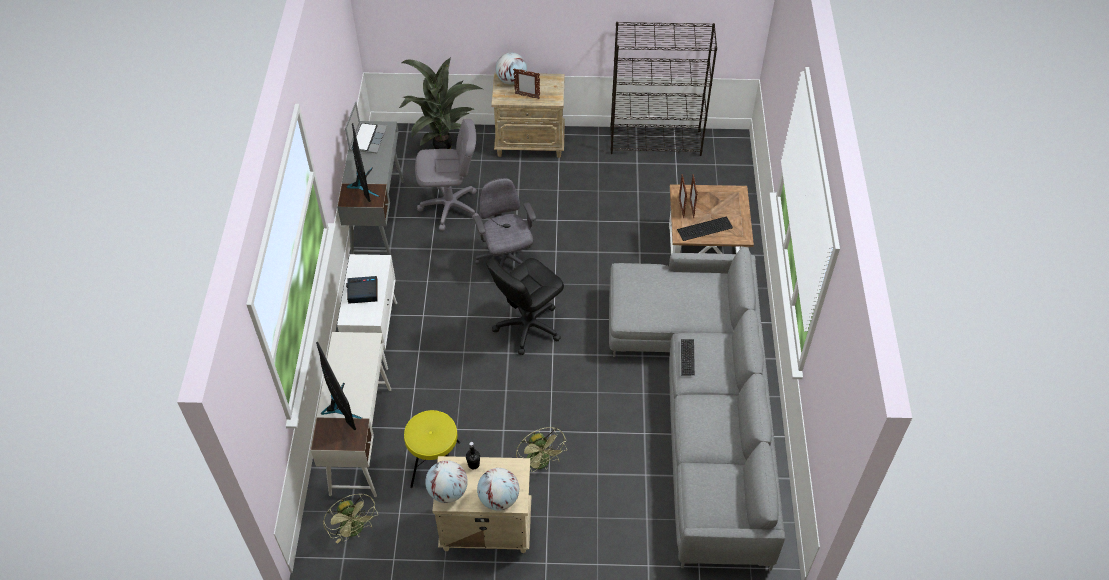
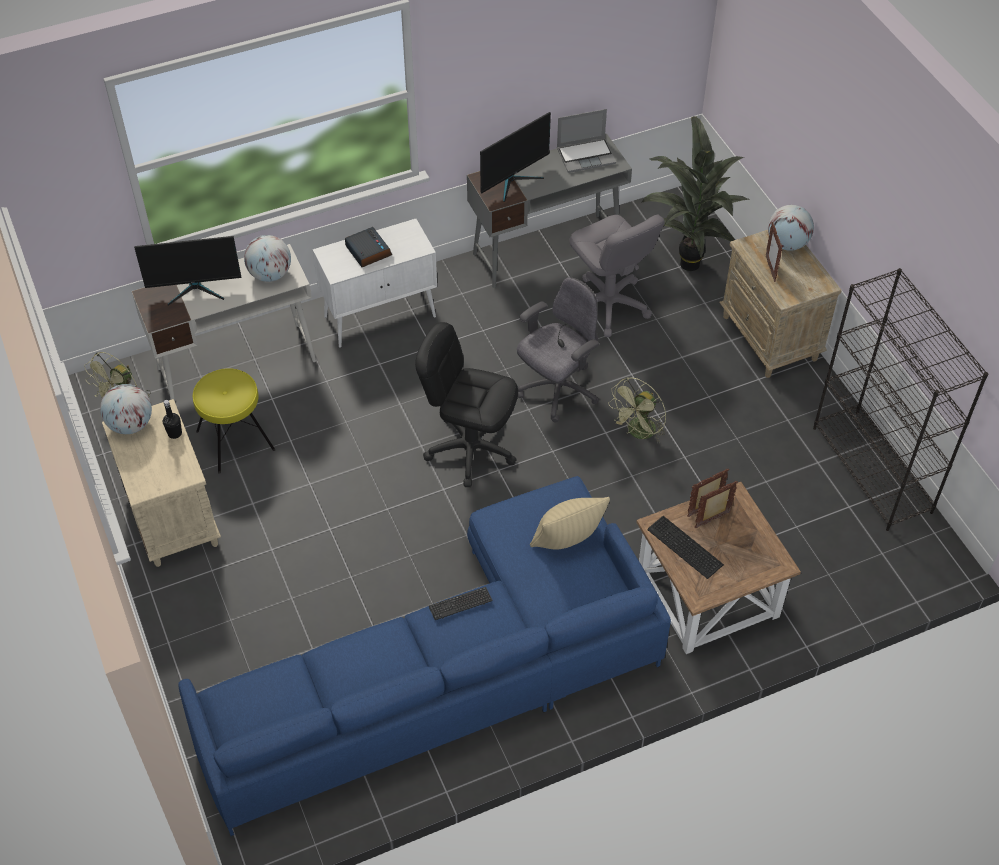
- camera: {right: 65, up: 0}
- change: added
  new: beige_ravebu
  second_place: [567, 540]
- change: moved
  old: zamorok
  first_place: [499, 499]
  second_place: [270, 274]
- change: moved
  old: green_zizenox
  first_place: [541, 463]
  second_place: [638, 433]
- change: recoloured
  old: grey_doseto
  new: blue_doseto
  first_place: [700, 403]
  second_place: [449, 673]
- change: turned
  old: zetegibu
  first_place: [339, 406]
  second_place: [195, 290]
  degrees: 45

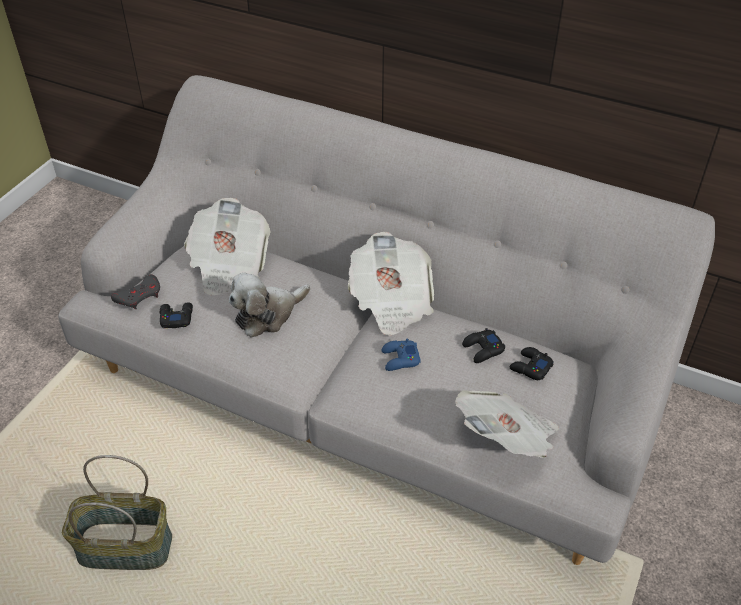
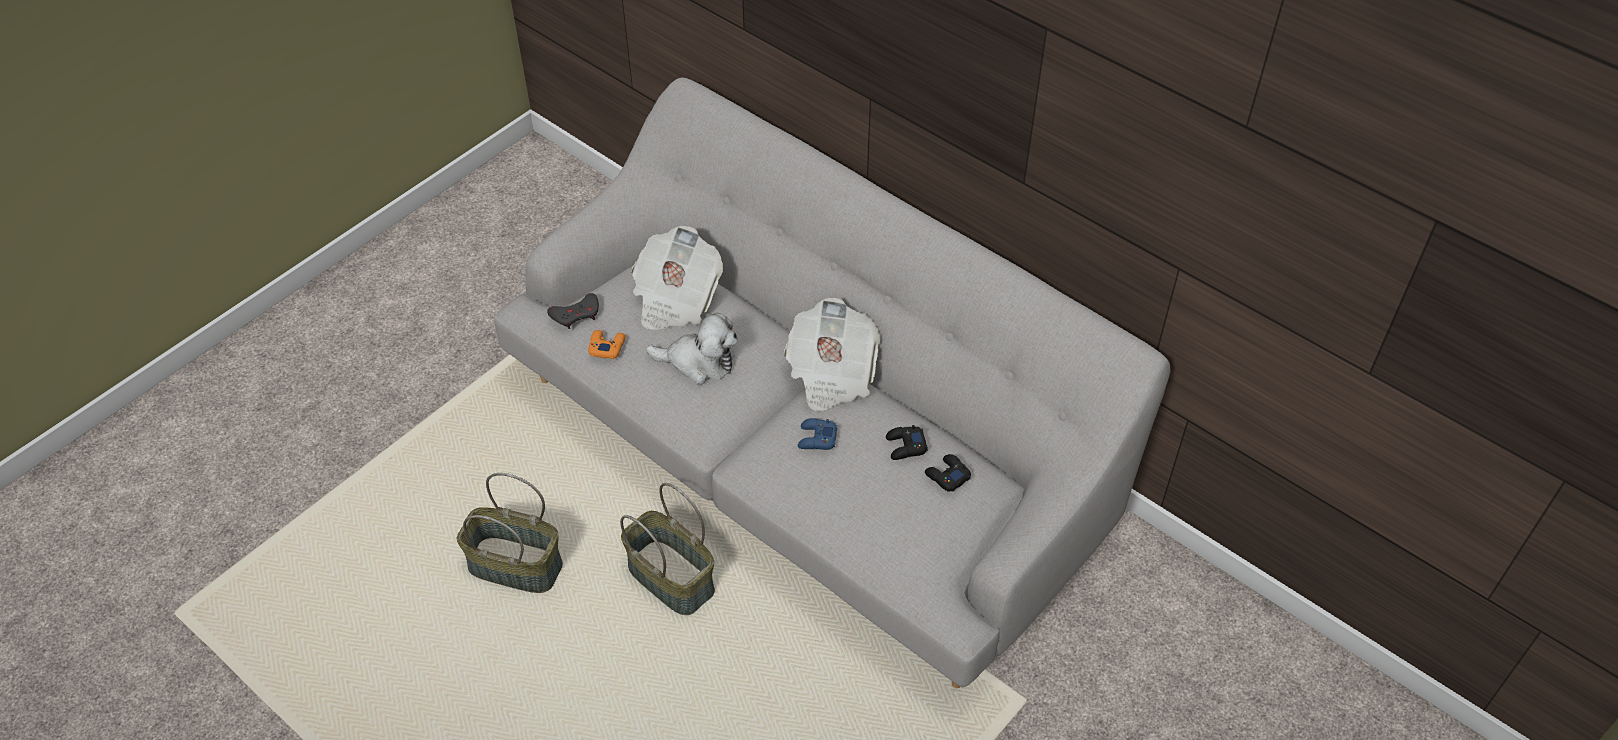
- camera: {right: 15, up: 5}
- change: removed
  old: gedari
  first_place: [507, 439]
- change: added
  new: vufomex
  second_place: [672, 578]
- change: recoloured
  old: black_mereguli
  new: orange_mereguli
  first_place: [176, 318]
  second_place: [606, 346]
- change: turned
  old: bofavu
  first_place: [268, 314]
  second_place: [699, 362]
  degrees: -150

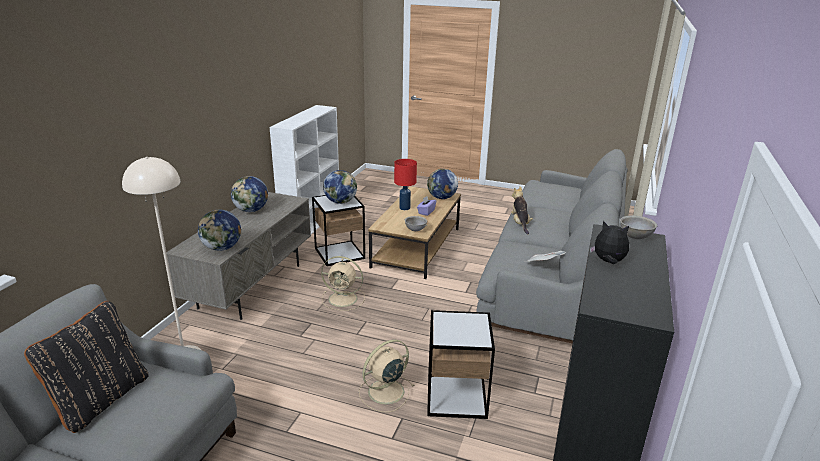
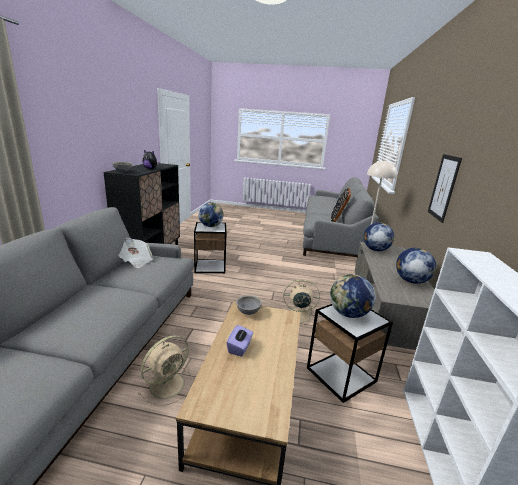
- camera: {right: 170, up: -5}
- change: removed
  old: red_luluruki
  first_place: [405, 208]
- change: removed
  old: bofavu
  first_place: [520, 224]
- change: added
  new: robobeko
  second_place: [443, 187]
- change: moved
  old: beige_zizenox
  first_place: [384, 392]
  second_place: [168, 384]
- change: moved
  old: zamorok
  first_place: [441, 198]
  second_place: [210, 226]

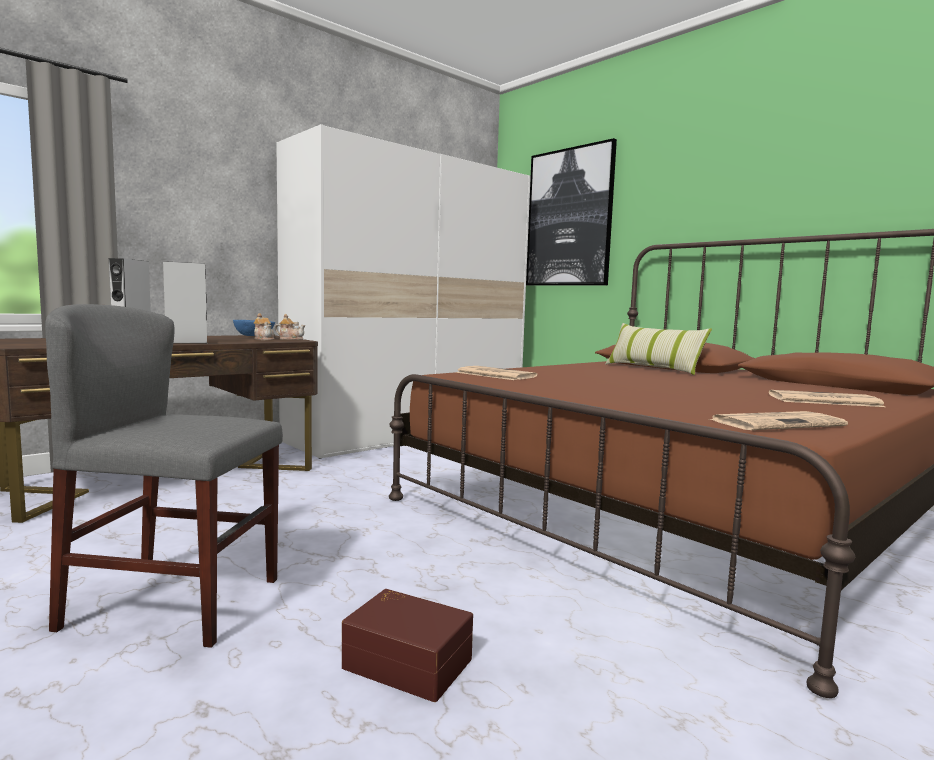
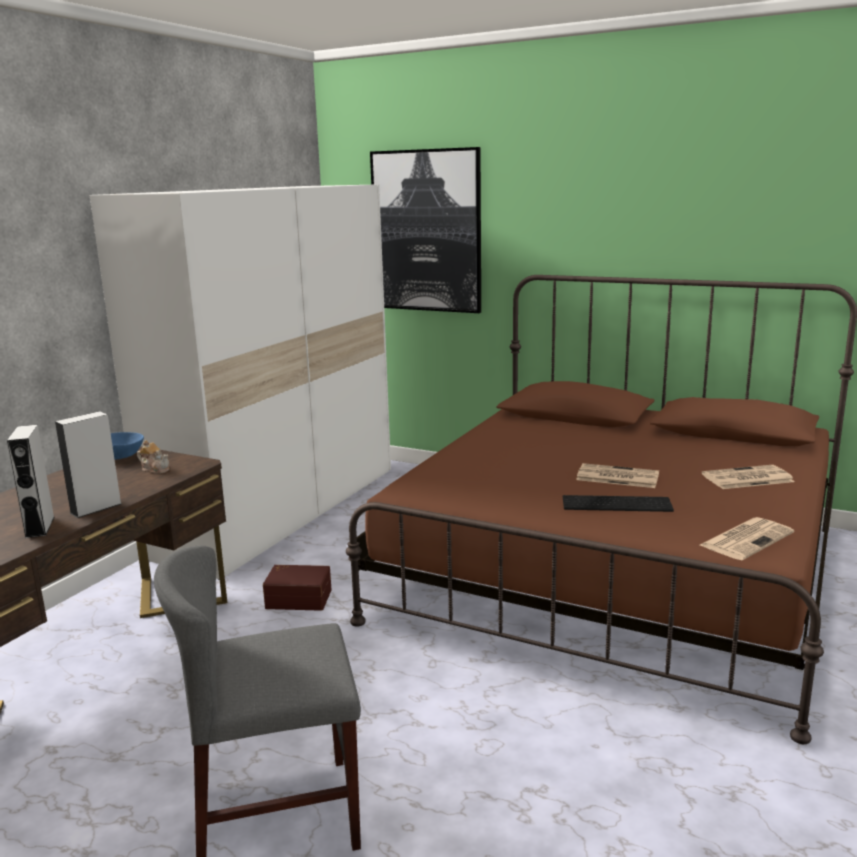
- camera: {right: -20, up: 10}
- change: removed
  old: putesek
  first_place: [290, 339]
- change: removed
  old: ravebu
  first_place: [653, 369]
- change: added
  new: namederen
  second_place: [617, 503]
- change: moved
  old: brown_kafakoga
  first_place: [409, 662]
  second_place: [299, 598]
- change: moved
  old: gedari
  first_place: [494, 374]
  second_place: [616, 477]

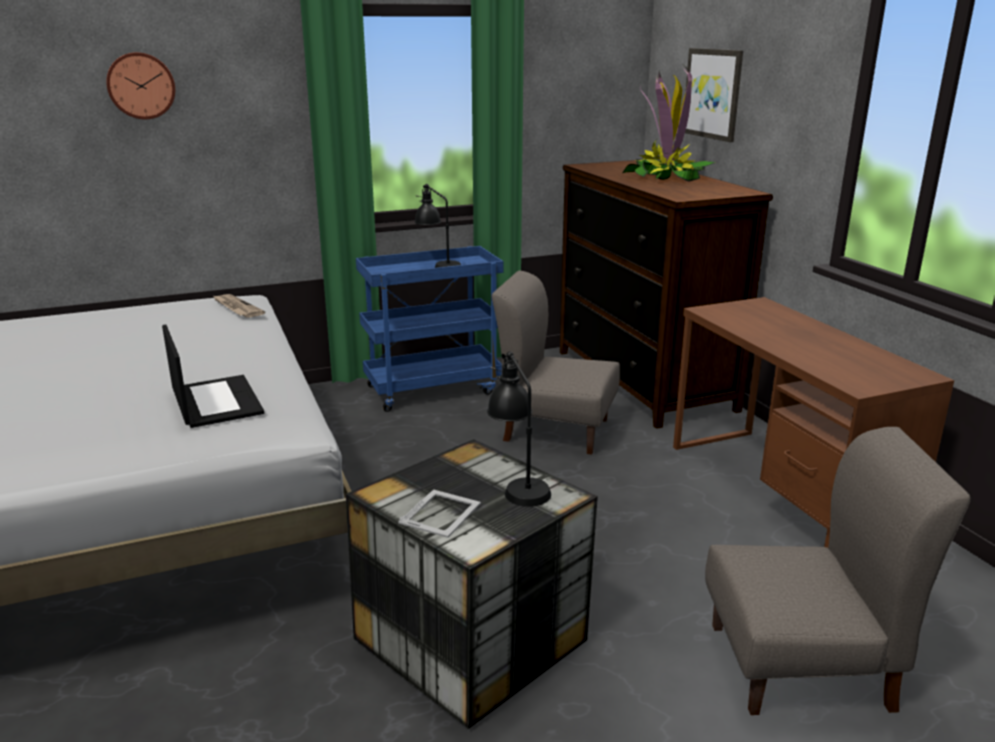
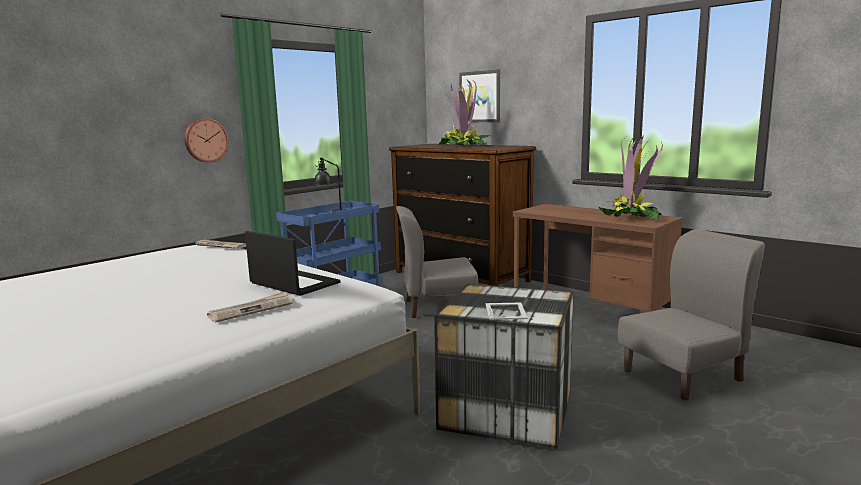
- camera: {right: -25, up: -10}
- change: removed
  old: black_luluruki
  first_place: [517, 484]
- change: added
  new: gedari
  second_place: [251, 310]
- change: added
  new: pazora
  second_place: [630, 217]
- change: moved
  old: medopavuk
  first_place: [141, 85]
  second_place: [205, 140]

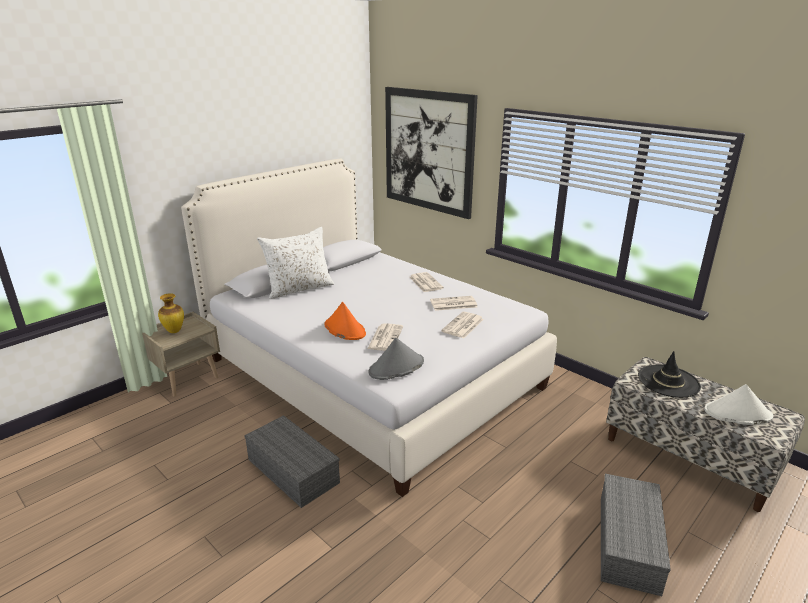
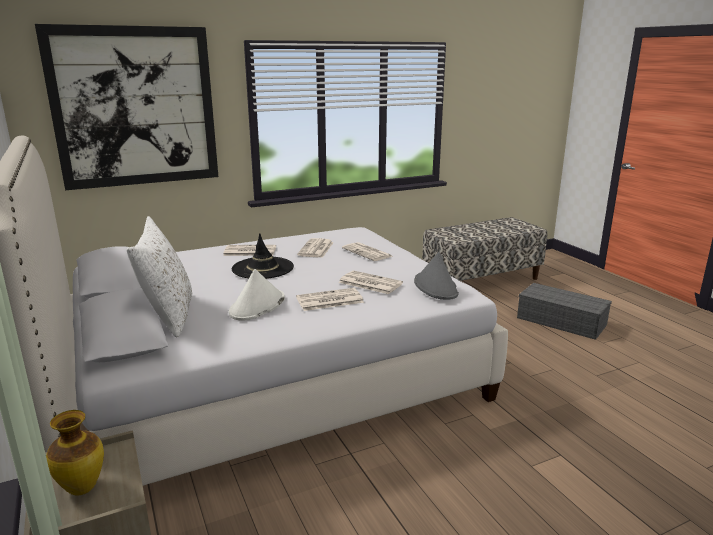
- camera: {right: -70, up: -5}
- change: removed
  old: grey_kafakoga
  first_place: [291, 470]
- change: moved
  old: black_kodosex
  first_place: [668, 381]
  second_place: [263, 268]
- change: moved
  old: white_kodosex
  first_place: [737, 413]
  second_place: [257, 306]
- change: replaced
  old: orange_kodosex
  new: gedari
  first_place: [344, 329]
  second_place: [329, 300]

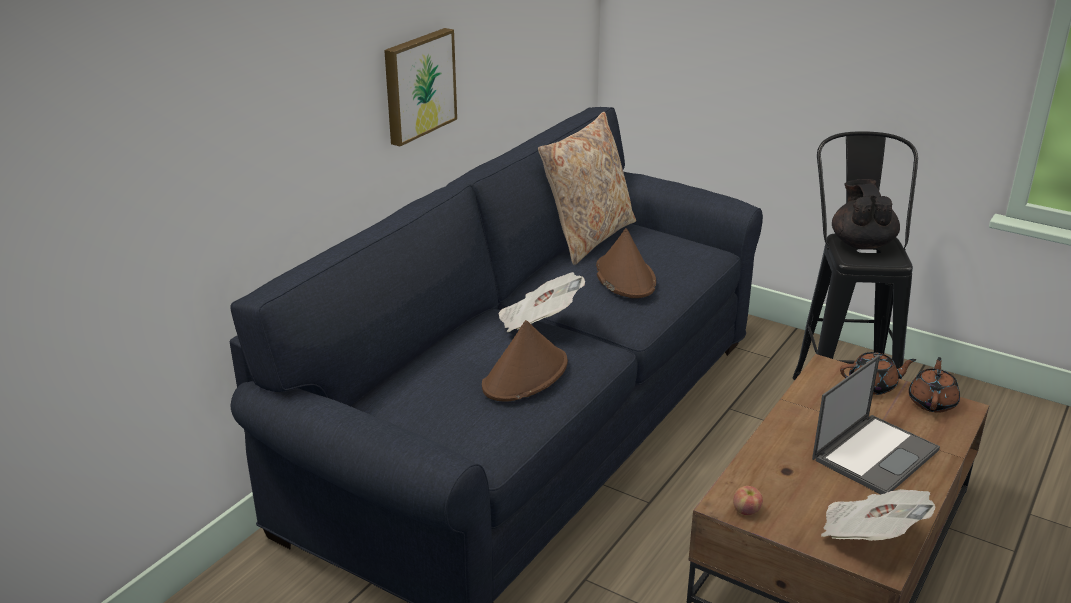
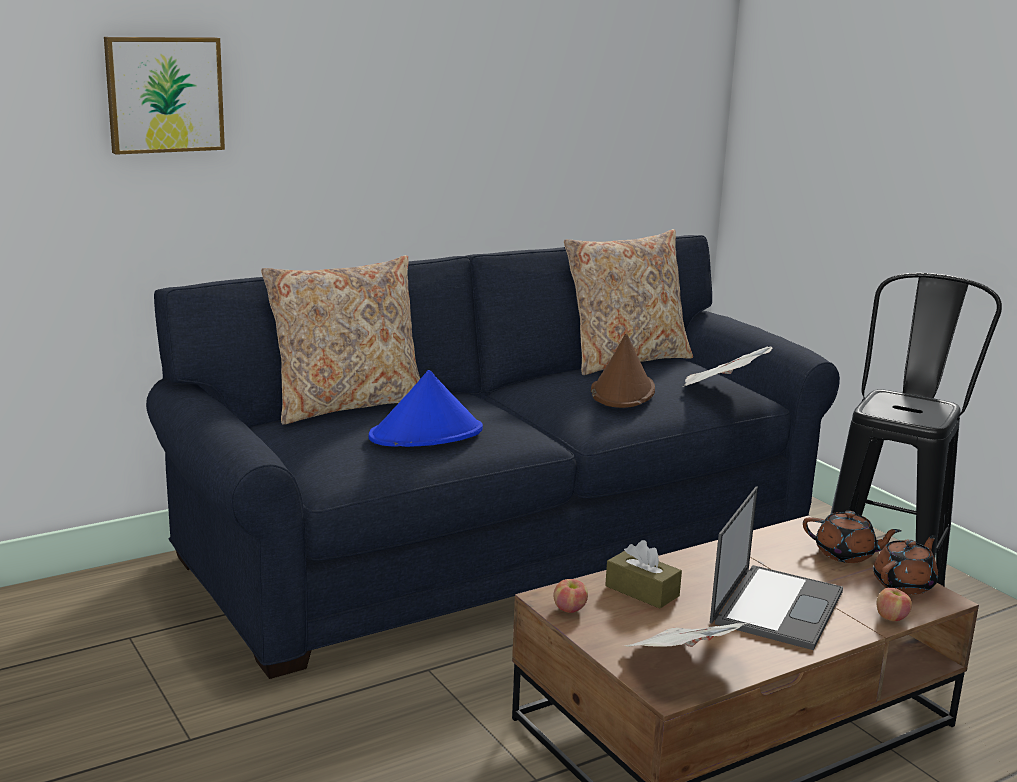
- camera: {right: 25, up: -10}
- change: removed
  old: black_putesek
  first_place: [861, 243]
- change: added
  new: beige_ravebu
  second_place: [347, 405]
- change: added
  new: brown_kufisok
  second_place: [642, 591]
- change: added
  new: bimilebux
  second_place: [891, 618]
- change: moved
  old: robobeko
  first_place: [418, 85]
  second_place: [164, 94]
- change: moved
  old: gedari
  first_place: [539, 322]
  second_place: [722, 389]
- change: recoloured
  old: brown_kodosex
  new: blue_kodosex
  first_place: [525, 375]
  second_place: [426, 434]
- change: turned
  old: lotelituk
  first_place: [875, 453]
  second_place: [777, 606]
  degrees: -45

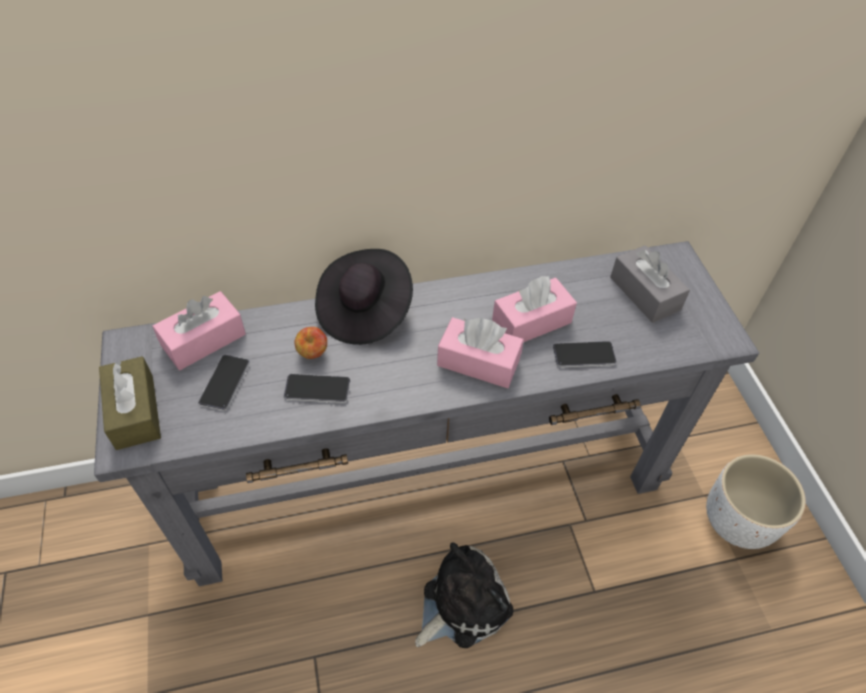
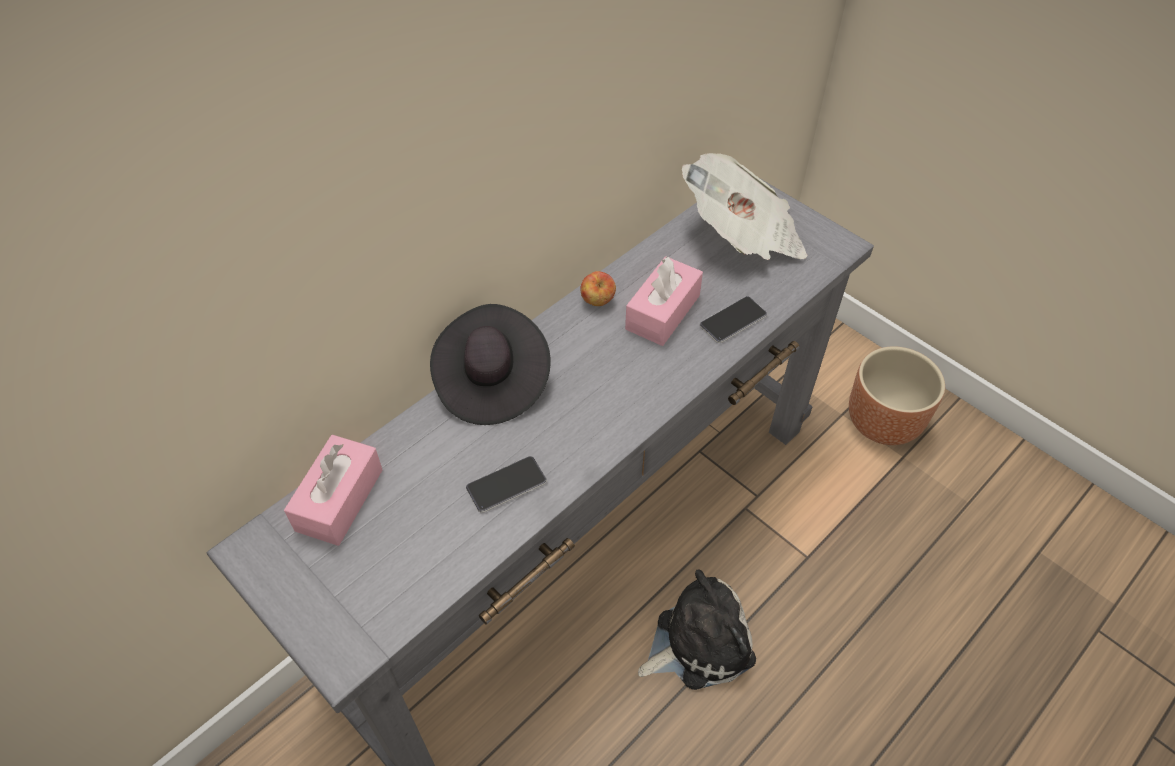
- camera: {right: -30, up: 0}
- change: removed
  old: brown_kufisok
  first_place: [135, 412]
- change: removed
  old: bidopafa
  first_place: [225, 383]
- change: removed
  old: pink_kufisok
  first_place: [478, 362]
- change: moved
  old: bimilebux
  first_place: [313, 353]
  second_place: [597, 301]
- change: replaced
  old: grey_kufisok
  new: gedari
  first_place: [644, 293]
  second_place: [742, 236]
- change: recoloured
  old: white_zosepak
  new: brown_zosepak
  first_place: [737, 519]
  second_place: [882, 421]
- change: turned
  old: bofavu
  first_place: [462, 603]
  second_place: [698, 642]
  degrees: 45

